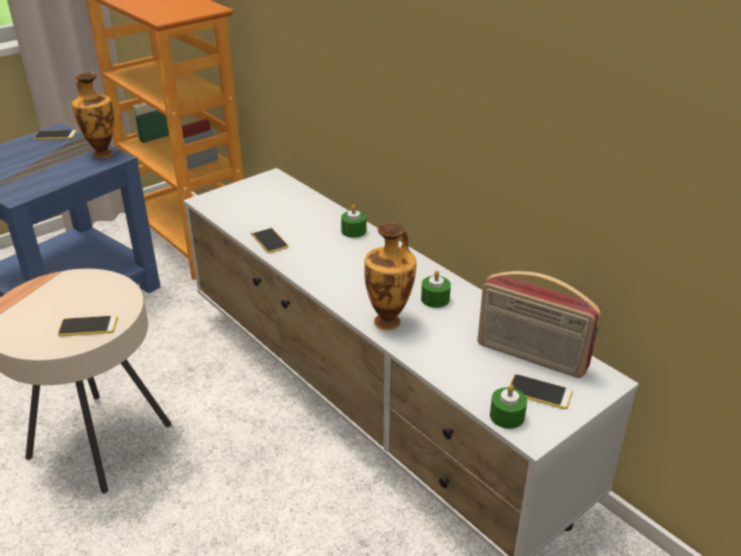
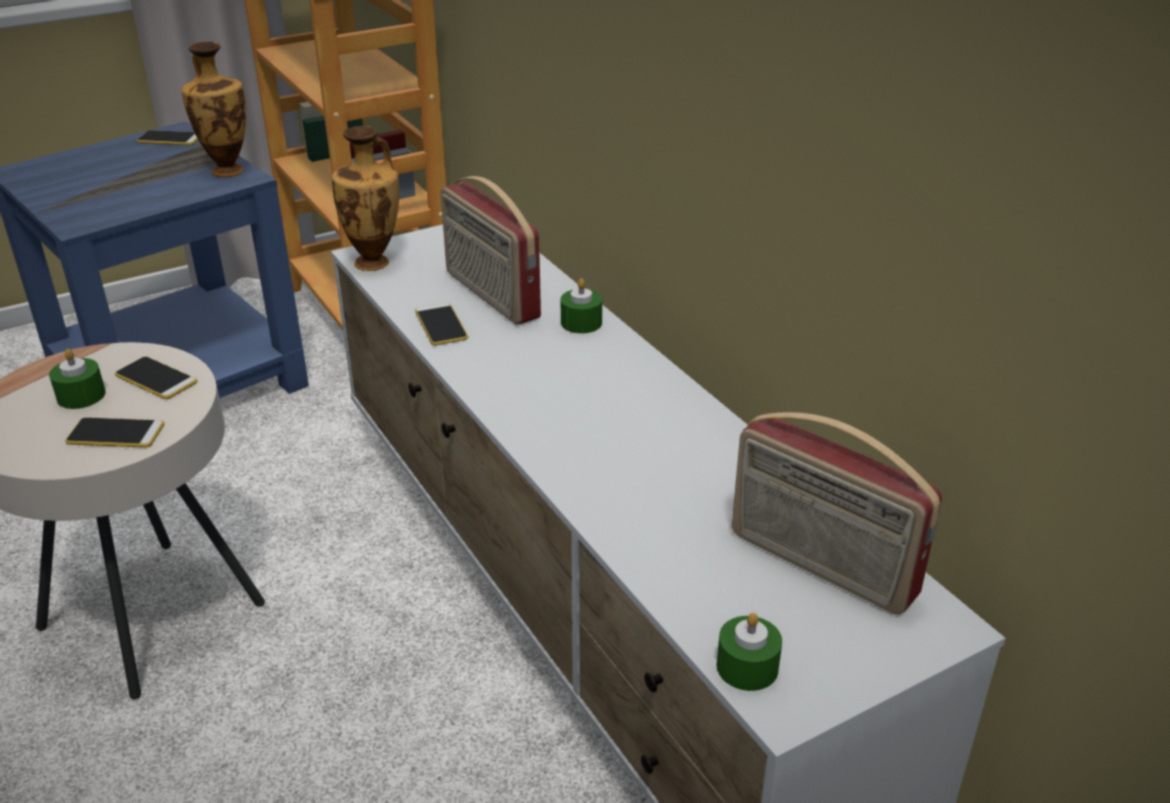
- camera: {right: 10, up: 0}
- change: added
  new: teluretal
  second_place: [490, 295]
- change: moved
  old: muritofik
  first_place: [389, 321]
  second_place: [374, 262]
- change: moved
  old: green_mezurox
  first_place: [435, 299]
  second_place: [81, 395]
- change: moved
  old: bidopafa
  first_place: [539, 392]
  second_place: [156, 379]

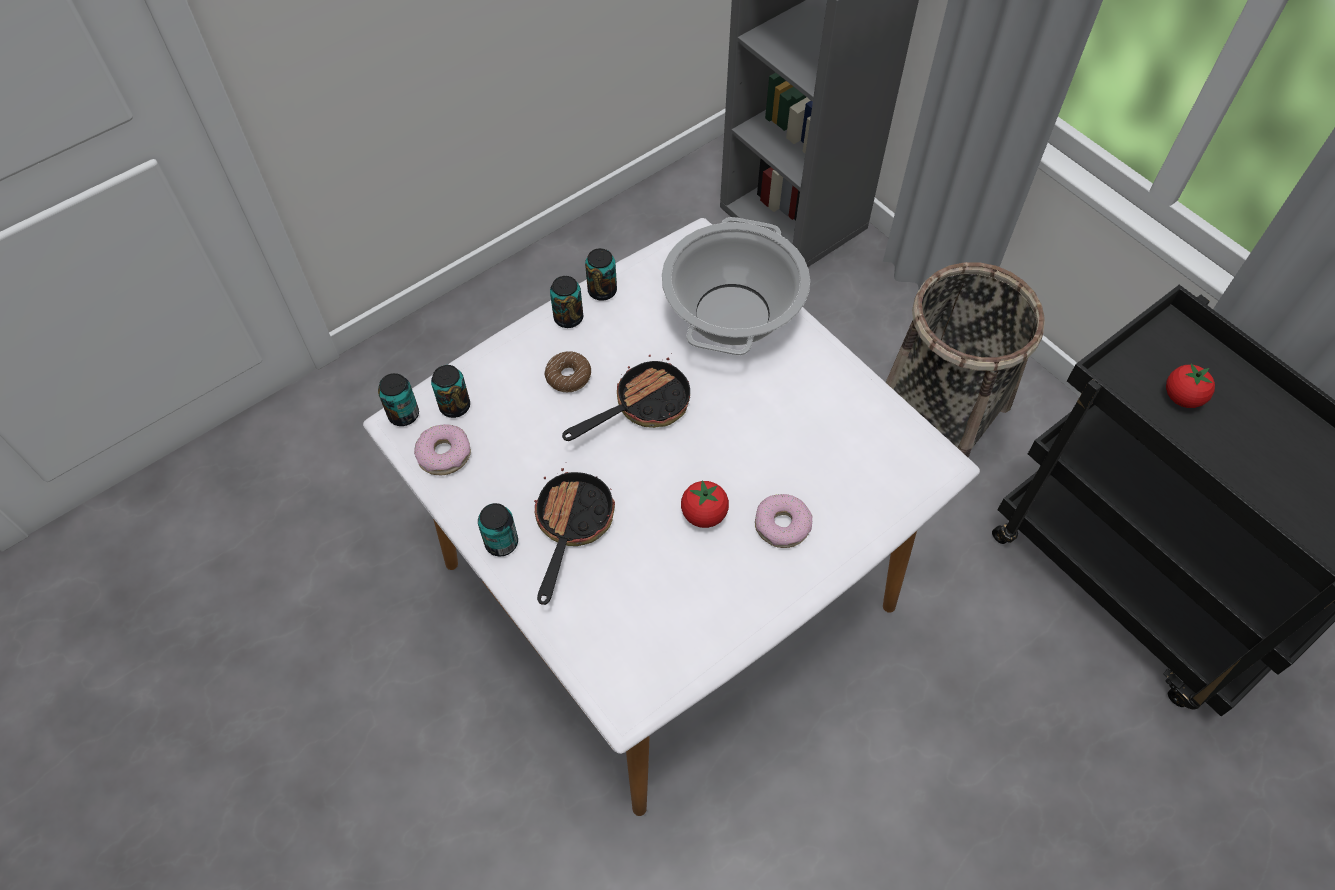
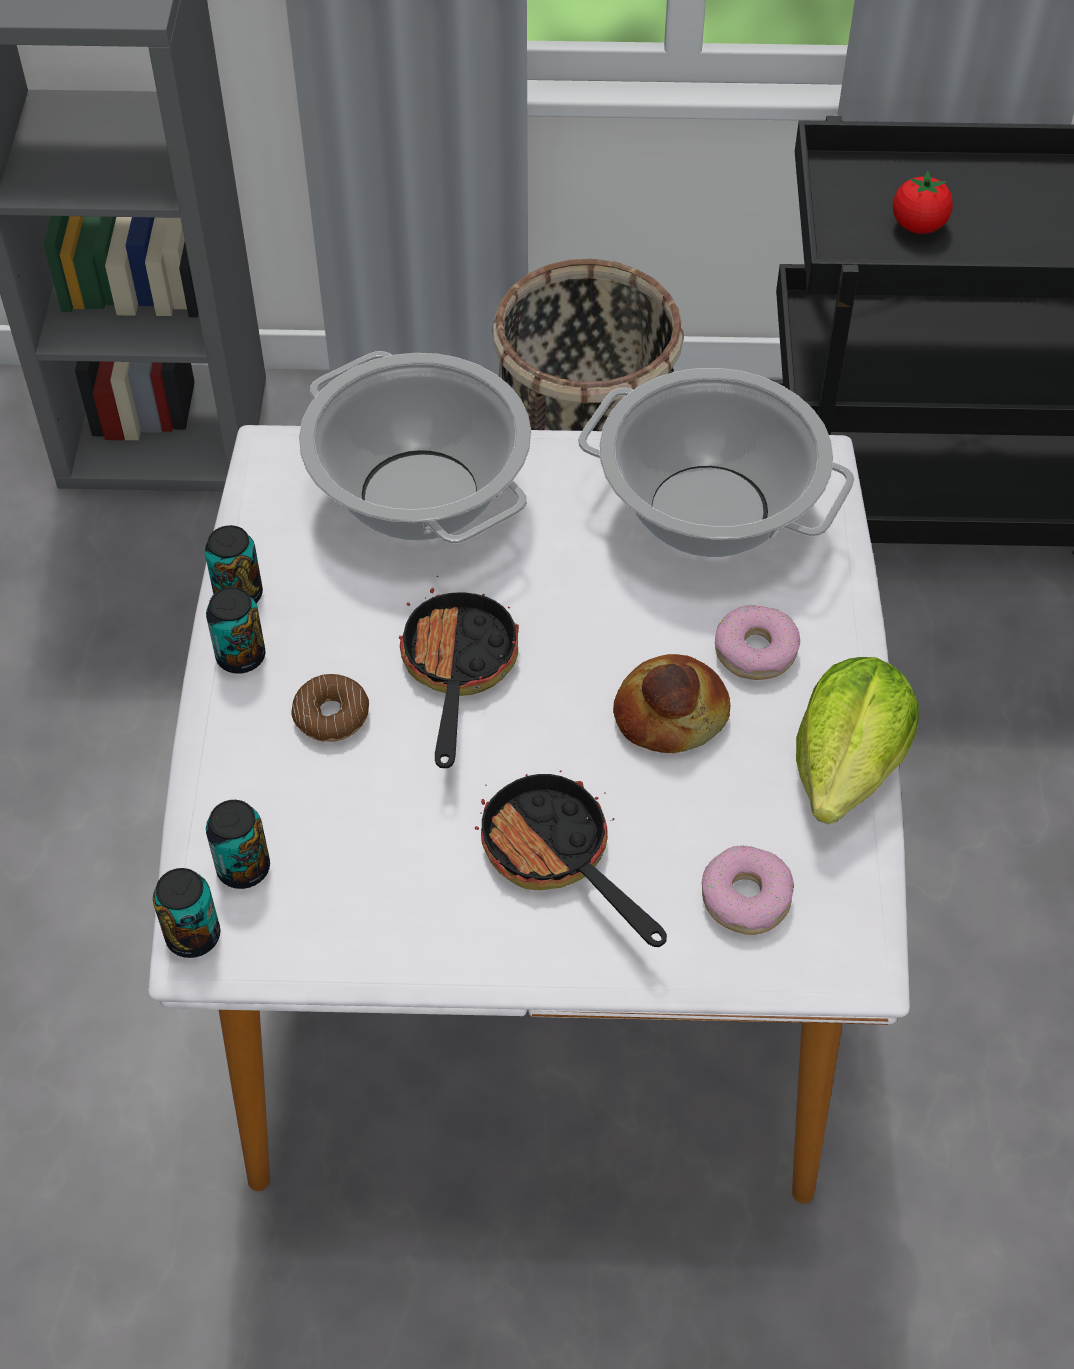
- camera: {right: -50, up: -5}
- change: removed
  old: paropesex
  first_place: [501, 542]
- change: added
  new: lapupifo
  second_place: [710, 511]
- change: added
  new: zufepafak
  second_place: [848, 766]
- change: moved
  old: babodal
  first_place: [444, 454]
  second_place: [746, 898]
- change: replaced
  old: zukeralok
  new: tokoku
  first_place: [704, 514]
  second_place: [670, 713]

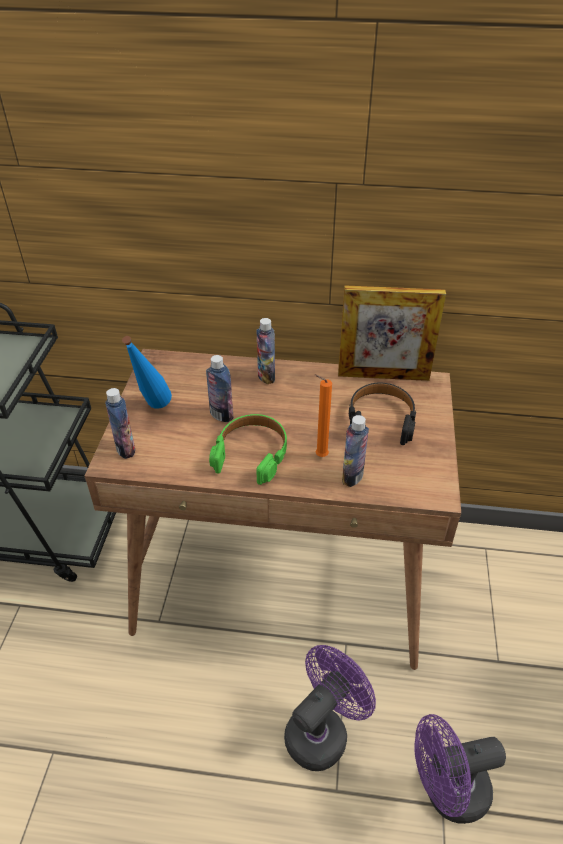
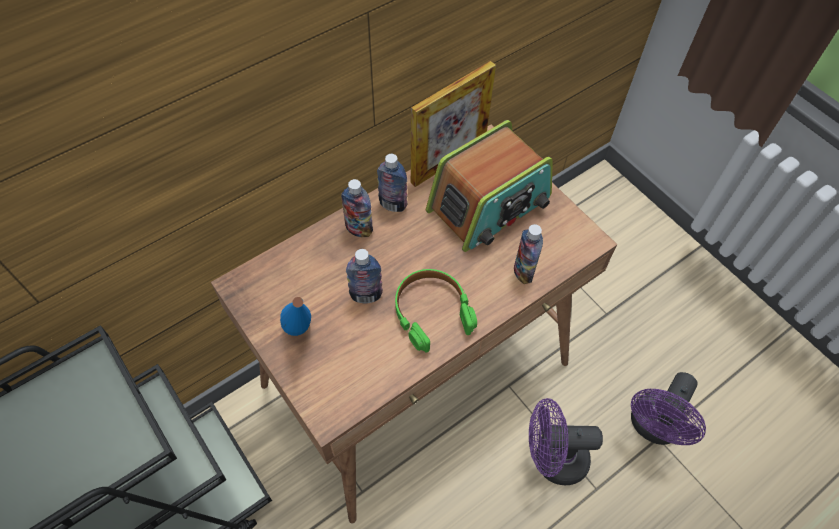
- camera: {right: -45, up: 15}
- change: removed
  old: orange_mezurox
  first_place: [319, 456]
- change: moved
  old: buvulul
  first_place: [125, 449]
  second_place: [392, 204]
- change: replaced
  old: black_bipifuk
  new: teluretal
  first_place: [381, 419]
  second_place: [489, 205]
- change: turned
  old: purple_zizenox
  first_place: [322, 730]
  second_place: [552, 459]
  degrees: -90

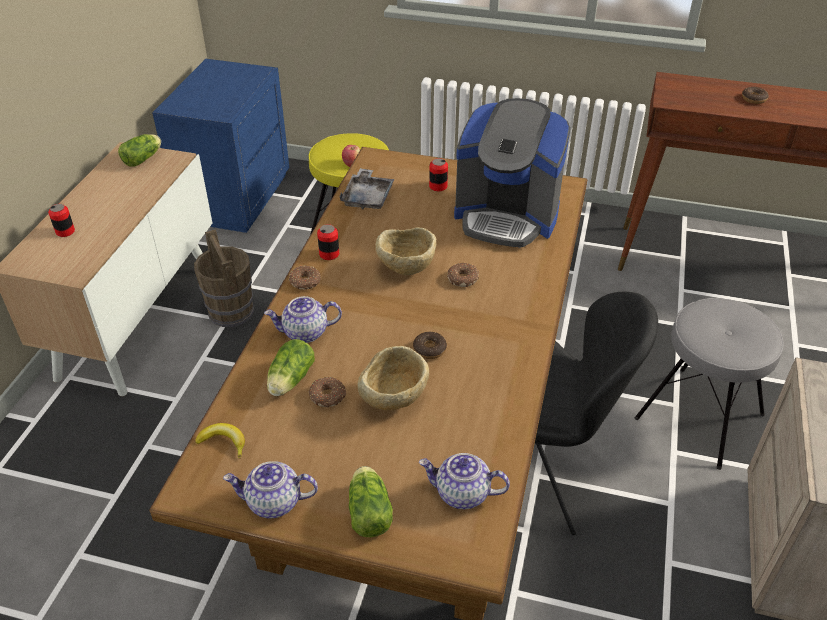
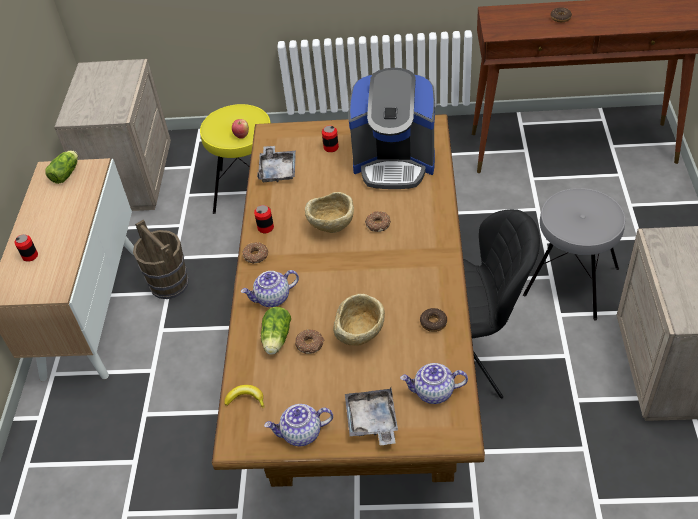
- camera: {right: -10, up: 5}
- change: moved
  old: babodal
  first_place: [429, 349]
  second_place: [433, 322]
- change: replaced
  old: zufepafak
  new: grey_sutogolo
  first_place: [369, 510]
  second_place: [372, 421]
- change: recoloured
  old: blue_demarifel
  new: beige_demarifel
  first_place: [234, 197]
  second_place: [130, 178]

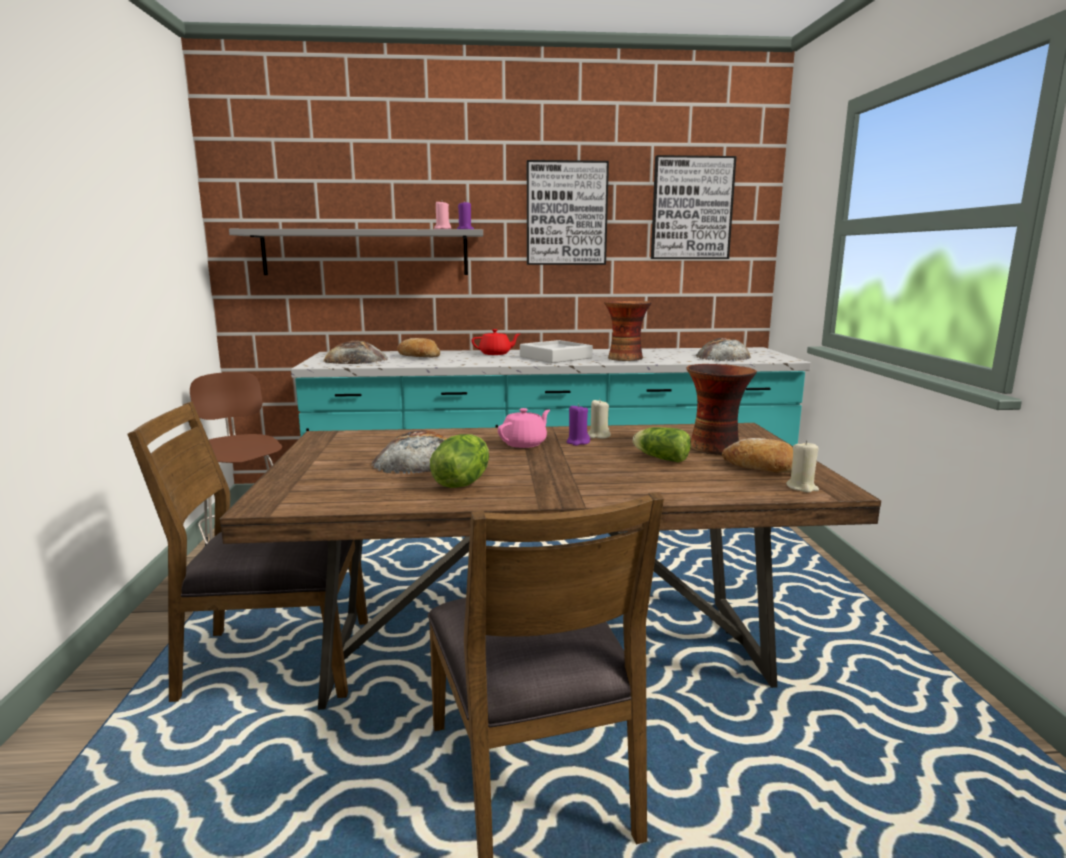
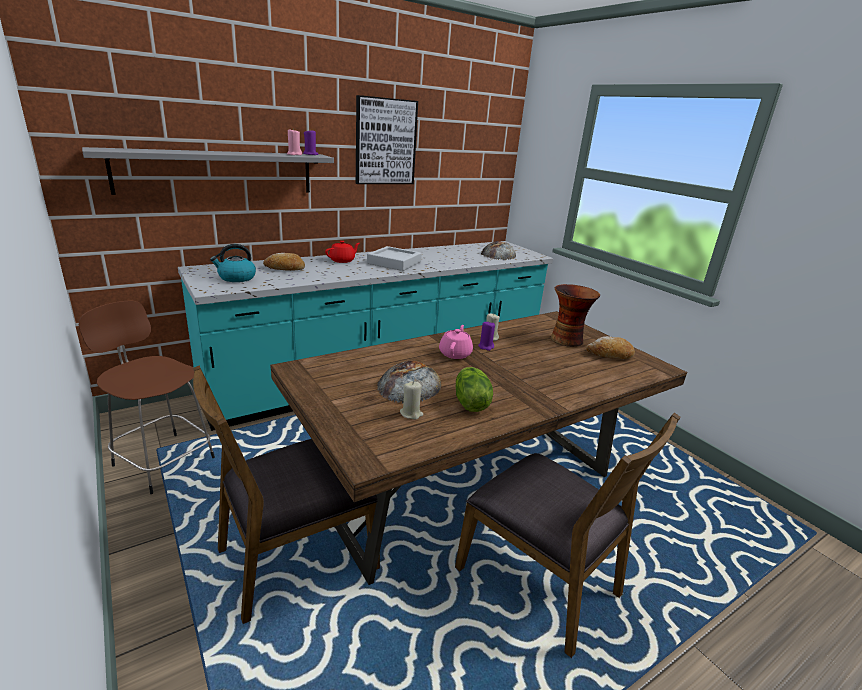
- camera: {right: -30, up: 10}
- change: removed
  old: muritofik
  first_place: [625, 358]
- change: removed
  old: zufepafak
  first_place: [659, 458]
- change: removed
  old: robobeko
  first_place: [691, 208]
- change: moved
  old: beige_mezurox
  first_place: [802, 487]
  second_place: [411, 413]
- change: replaced
  old: tokoku
  new: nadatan
  first_place: [355, 360]
  second_place: [236, 278]

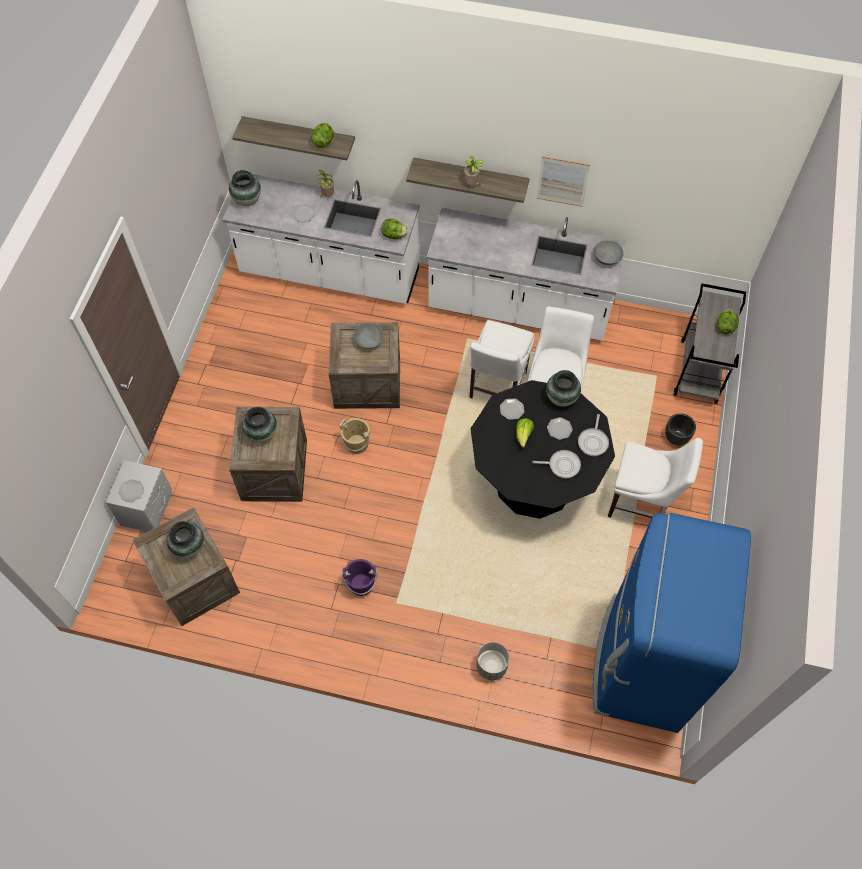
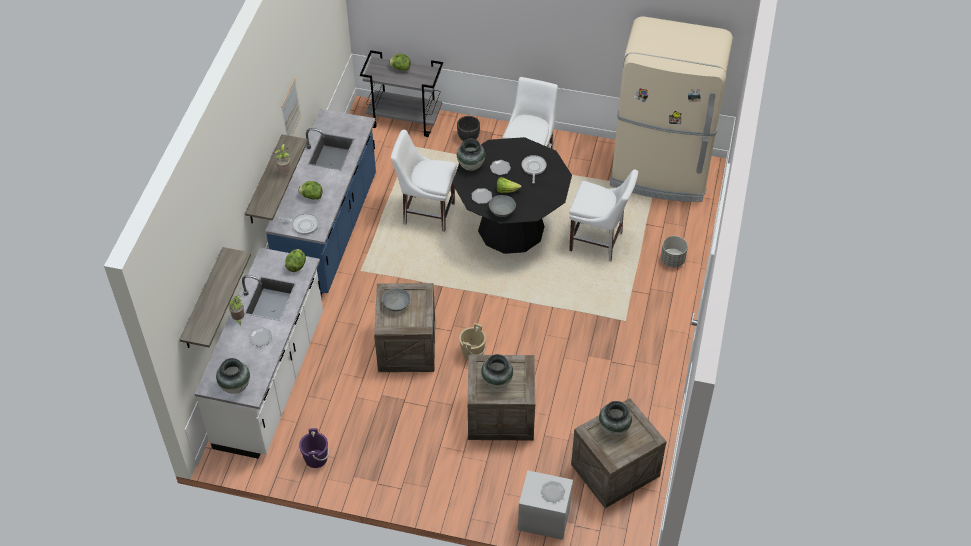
- camera: {right: -90, up: -10}
- change: moved
  old: zufepafak
  first_place: [323, 142]
  second_place: [311, 196]
- change: moved
  old: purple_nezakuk
  first_place: [361, 584]
  second_place: [316, 458]
- change: moved
  old: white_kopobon
  first_place: [496, 388]
  second_place: [598, 243]
- change: moved
  old: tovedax
  first_place: [593, 441]
  second_place: [303, 225]
- change: moved
  old: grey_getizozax
  first_place: [606, 258]
  second_place: [502, 211]
- change: recoloured
  old: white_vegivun
  new: blue_vegivun
  first_place: [519, 309]
  second_place: [330, 233]
- change: recoloured
  old: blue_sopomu
  new: beige_sopomu
  first_place: [641, 663]
  second_place: [660, 173]

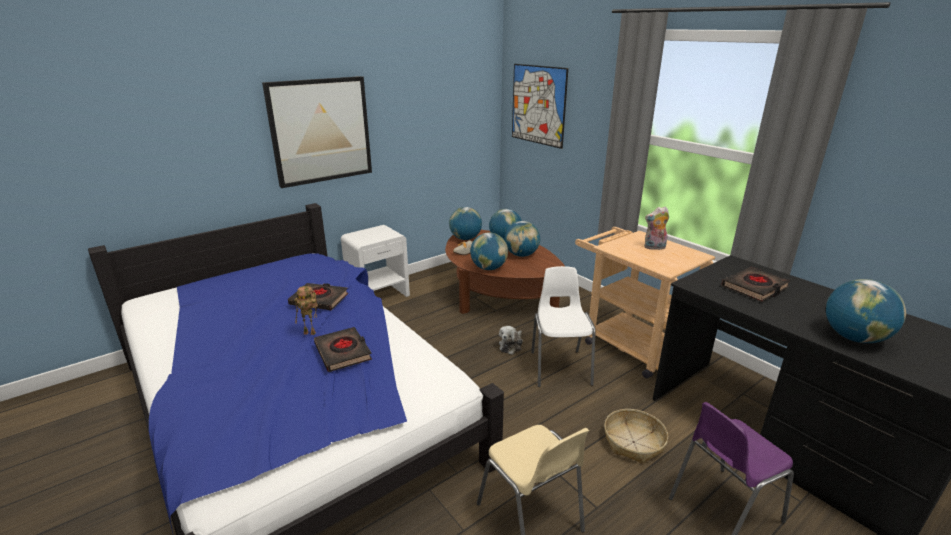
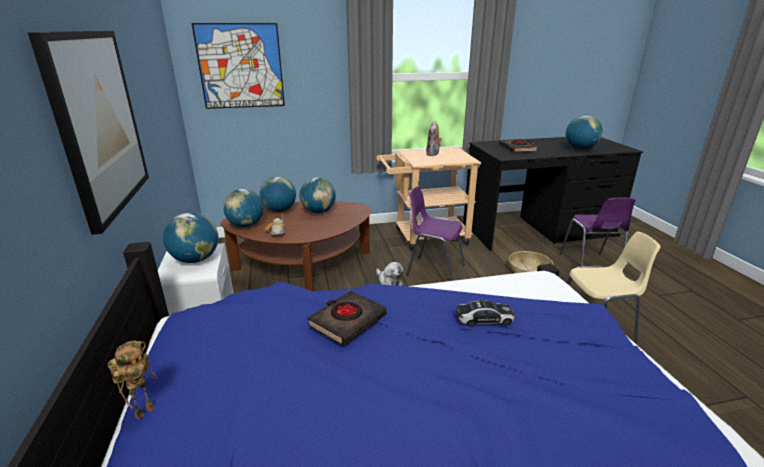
- camera: {right: -65, up: 0}
- change: moved
  old: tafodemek
  first_place: [311, 332]
  second_place: [145, 410]
- change: moved
  old: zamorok
  first_place: [489, 268]
  second_place: [196, 259]
- change: replaced
  old: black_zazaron
  new: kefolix
  first_place: [343, 352]
  second_place: [484, 319]
- change: recoloured
  old: white_kopobon
  new: purple_kopobon
  first_place: [560, 367]
  second_place: [434, 270]

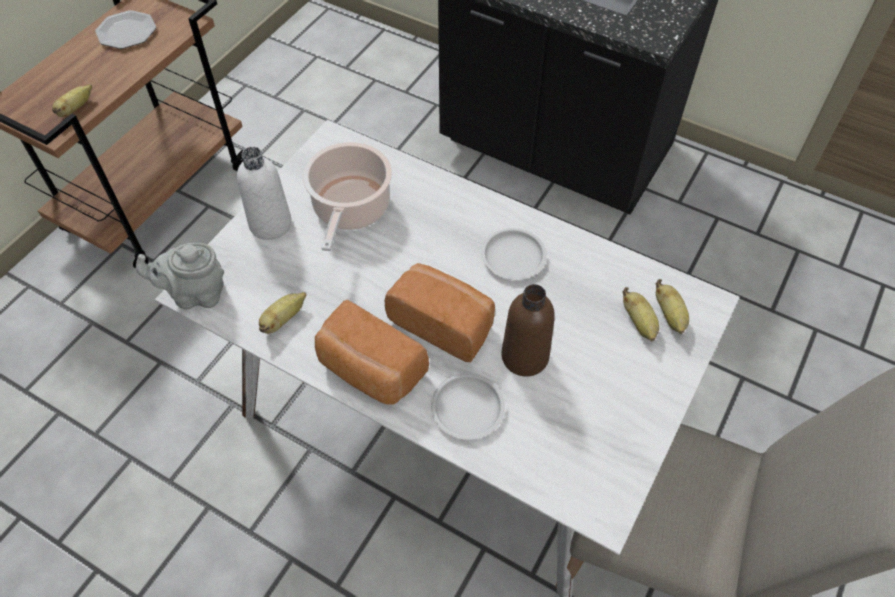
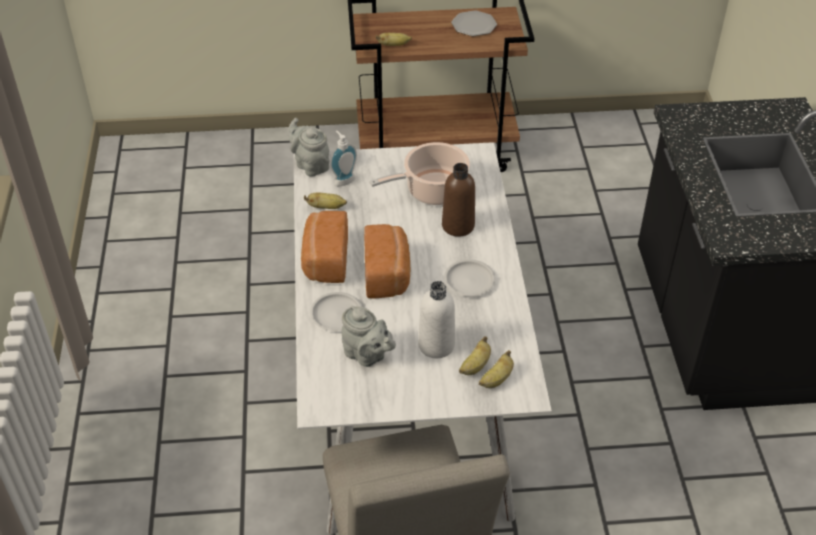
- camera: {right: 55, up: -10}
- change: added
  new: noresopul
  second_place: [343, 179]
- change: added
  new: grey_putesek
  second_place: [367, 355]
- change: moved
  old: white_buvulul
  first_place: [270, 224]
  second_place: [436, 345]
- change: moved
  old: brown_buvulul
  first_place: [525, 356]
  second_place: [458, 226]

